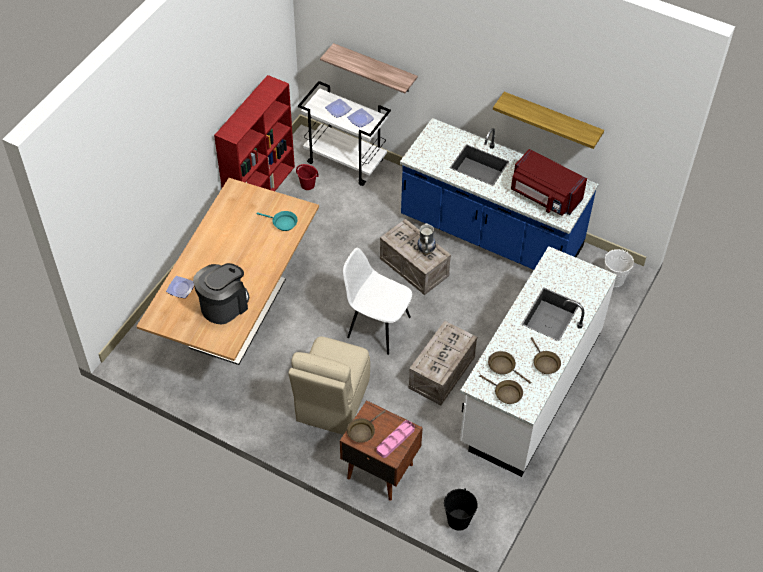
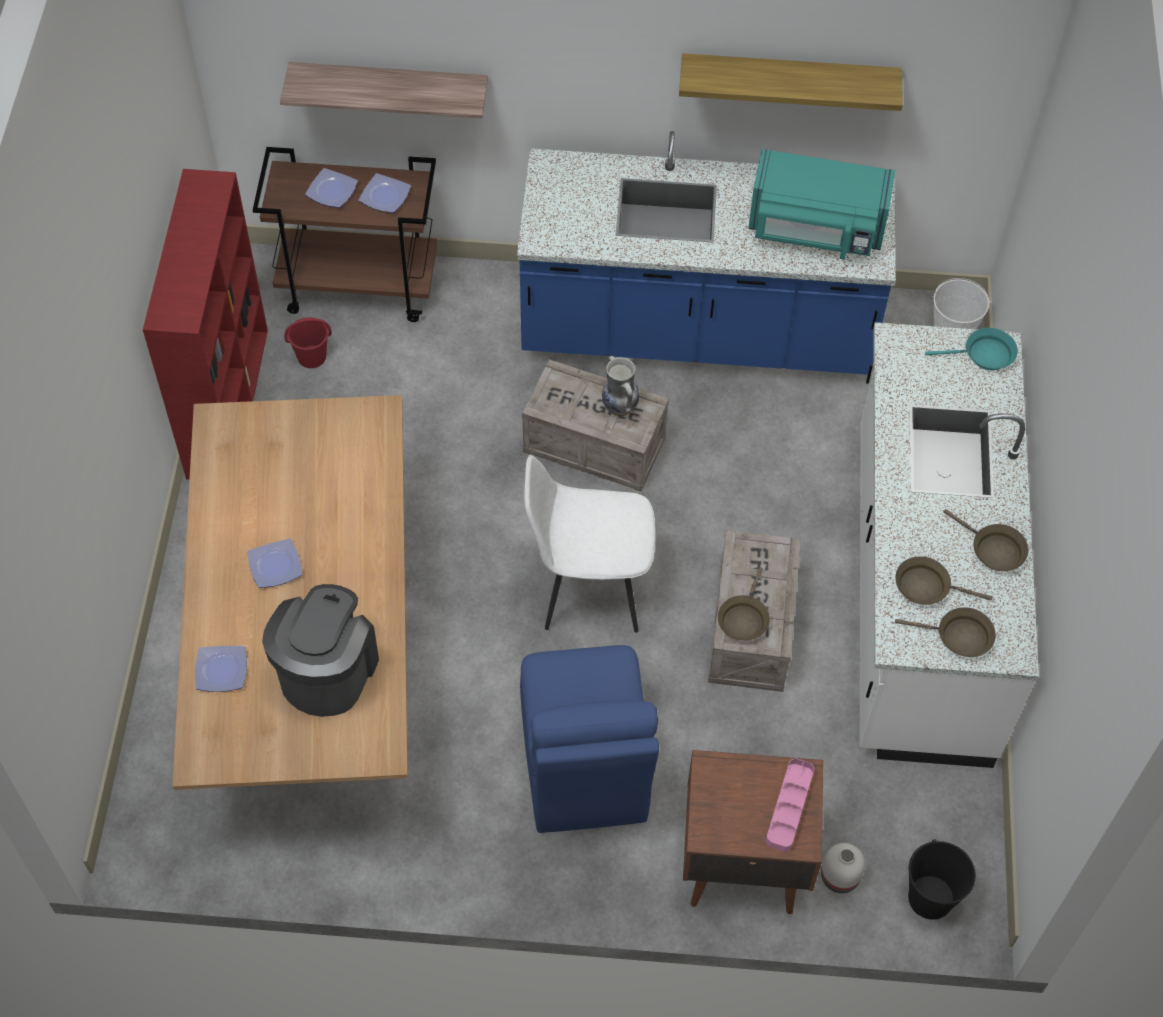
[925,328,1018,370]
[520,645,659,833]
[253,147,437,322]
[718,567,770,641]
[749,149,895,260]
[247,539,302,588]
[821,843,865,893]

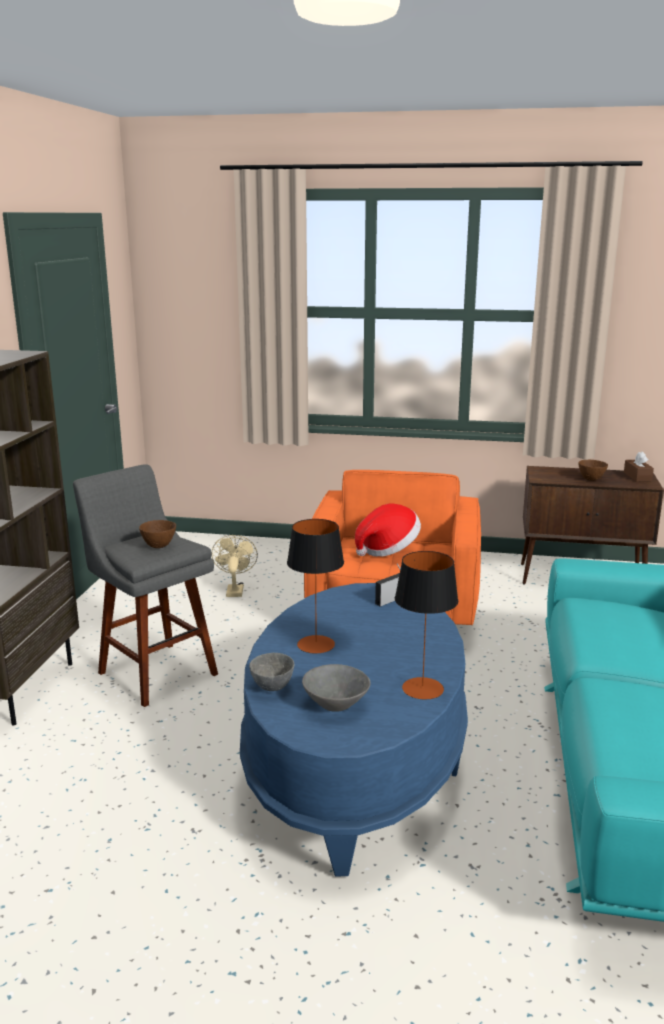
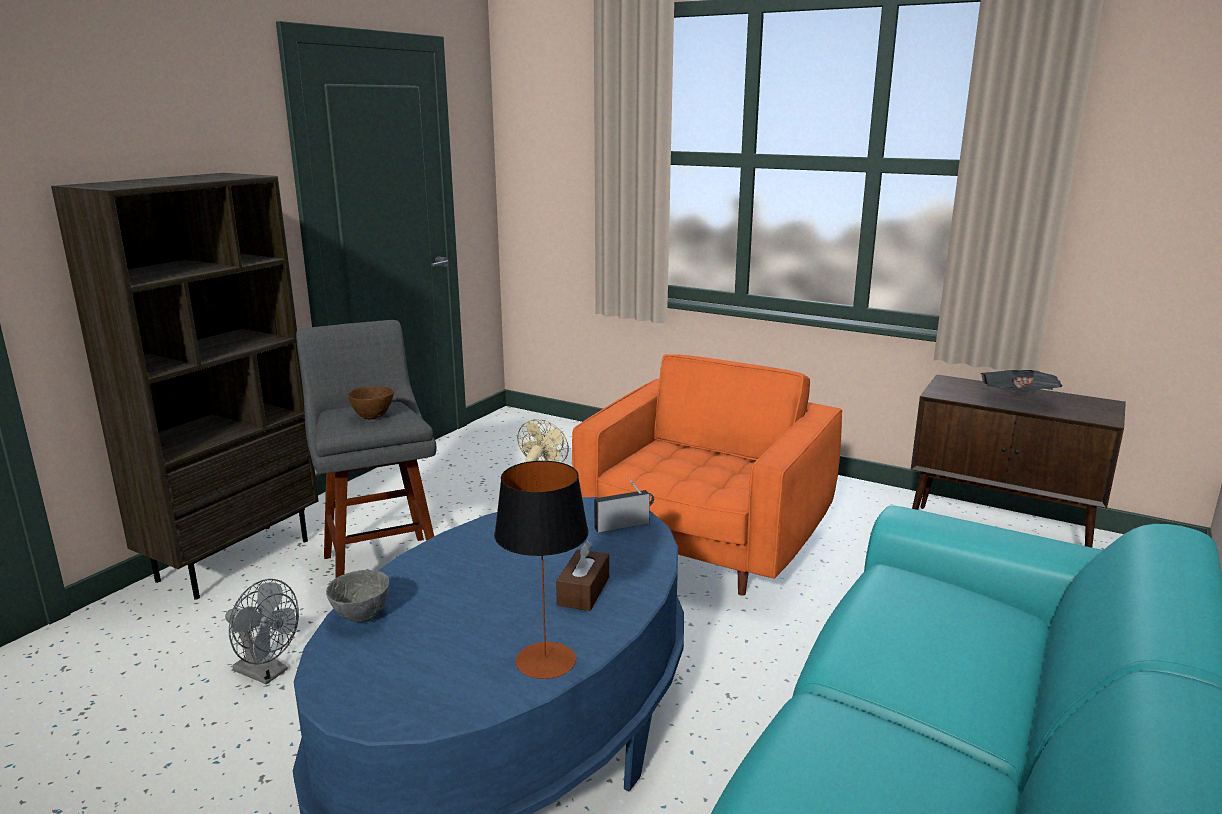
[287,519,344,653] (first image)
[302,664,370,712] (first image)
[355,503,421,557] (first image)
[980,370,1062,392]
[556,541,609,611]
[225,579,299,684]

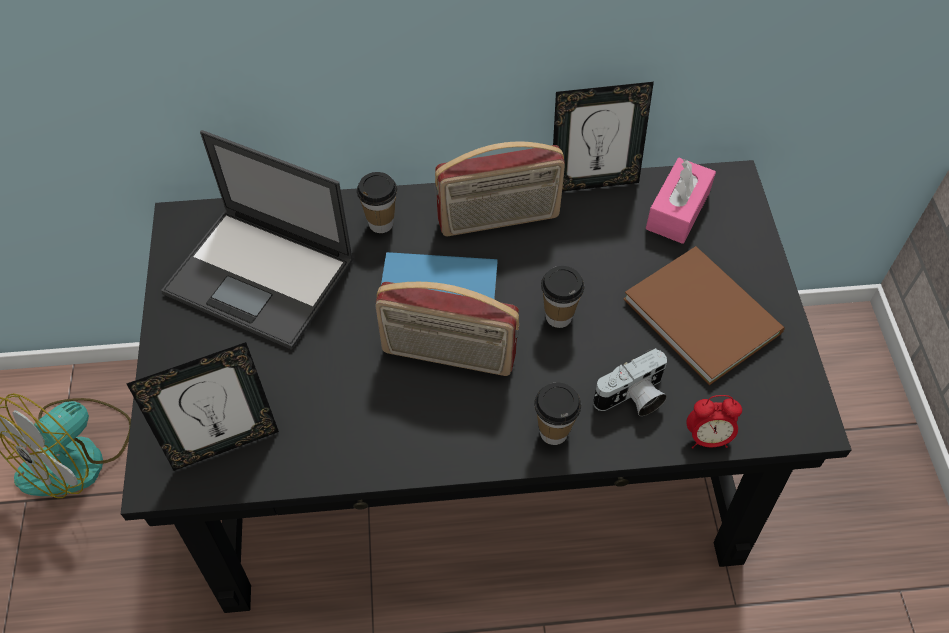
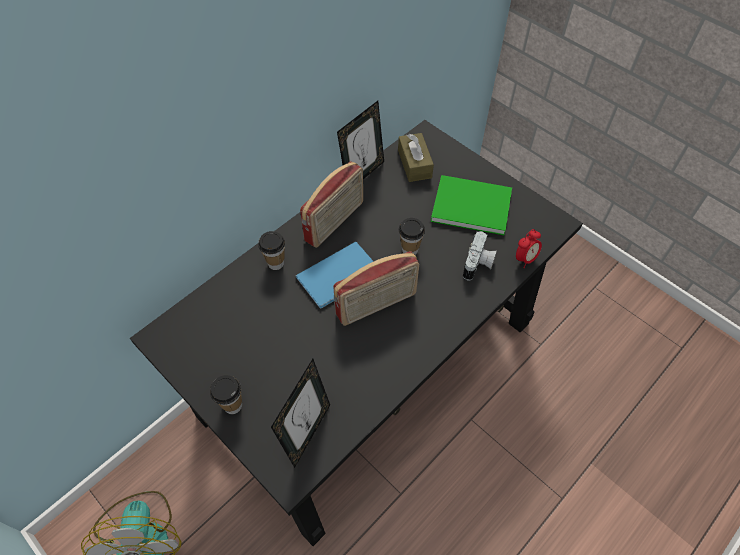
[161,130,354,350] (first image)
[210,375,242,414]
[431,175,512,235]
[398,133,434,182]

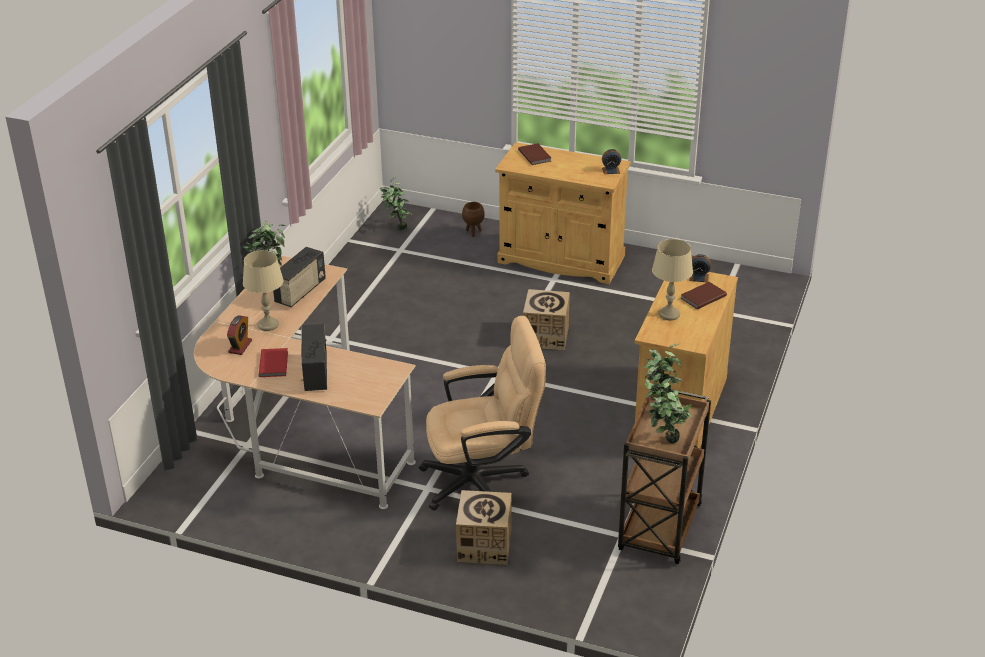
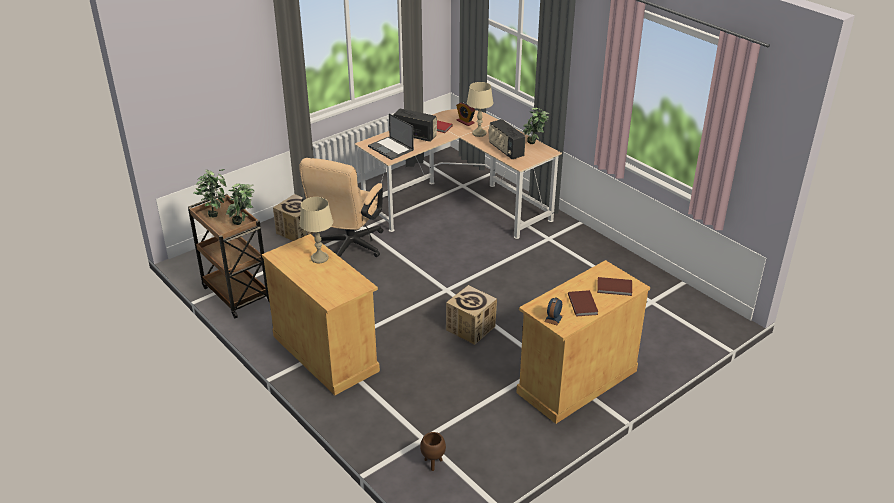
[380,176,412,230] (first image)
[420,432,446,471]
[568,290,598,317]
[689,254,711,282] (first image)
[368,114,414,160]

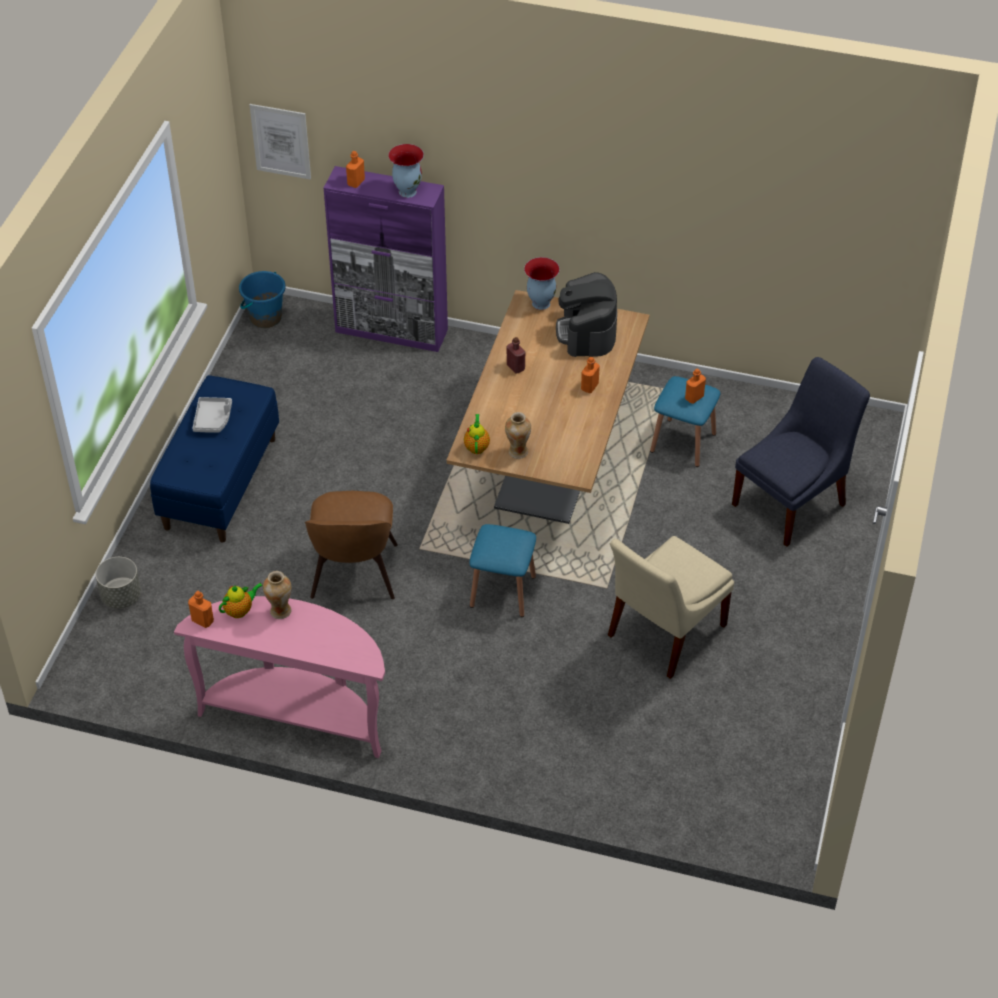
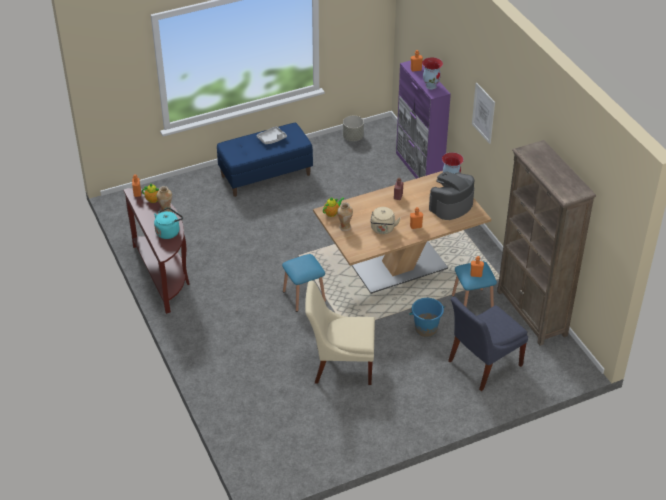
[343,116,364,141]
[123,188,190,314]
[409,298,445,337]
[472,83,495,144]
[305,491,398,599] (first image)
[448,297,528,391]
[154,207,183,239]
[370,207,401,234]
[497,140,596,346]

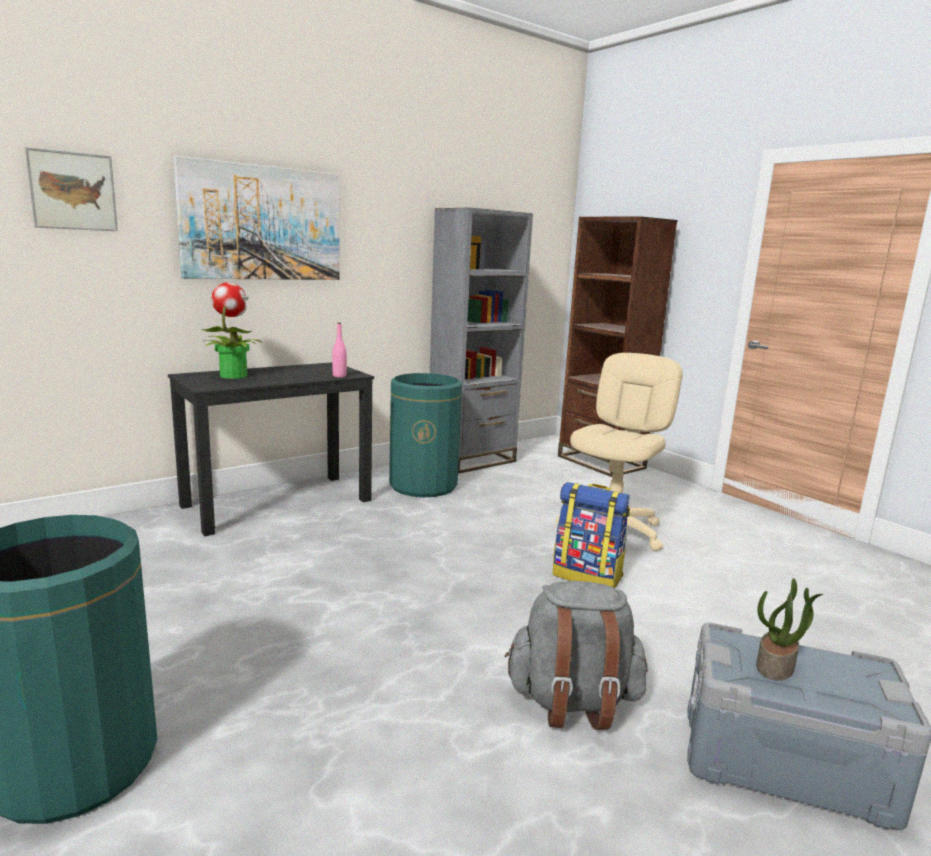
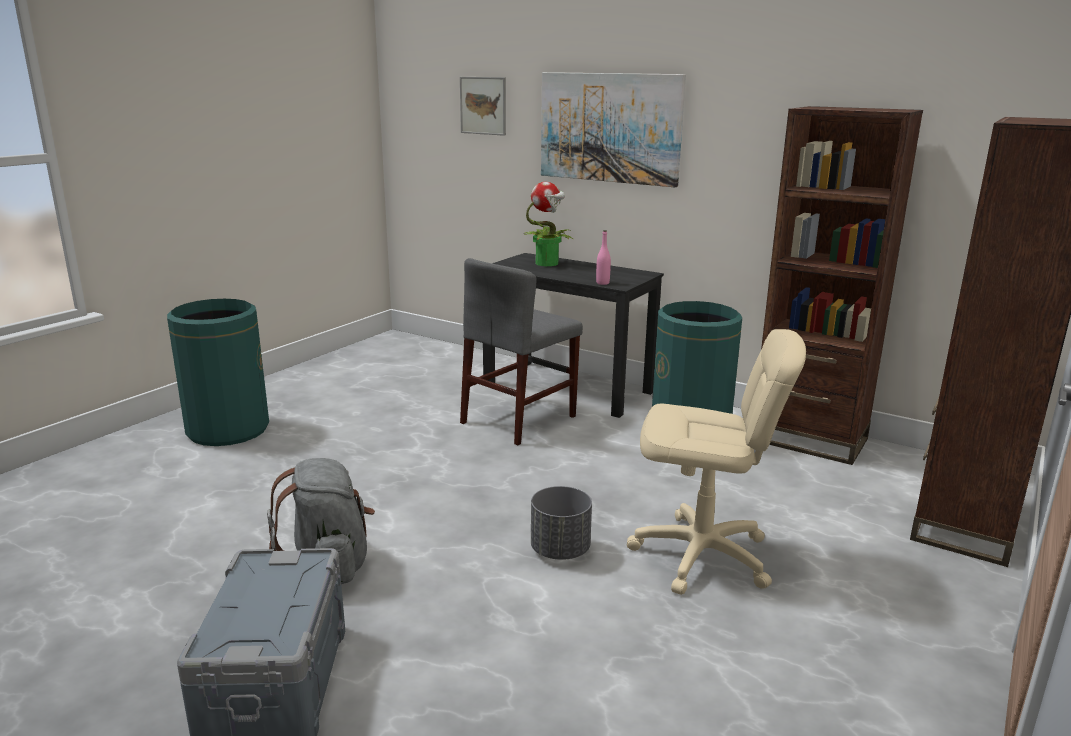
[761,106,923,465]
[531,486,592,560]
[756,578,823,680] (first image)
[460,258,583,445]

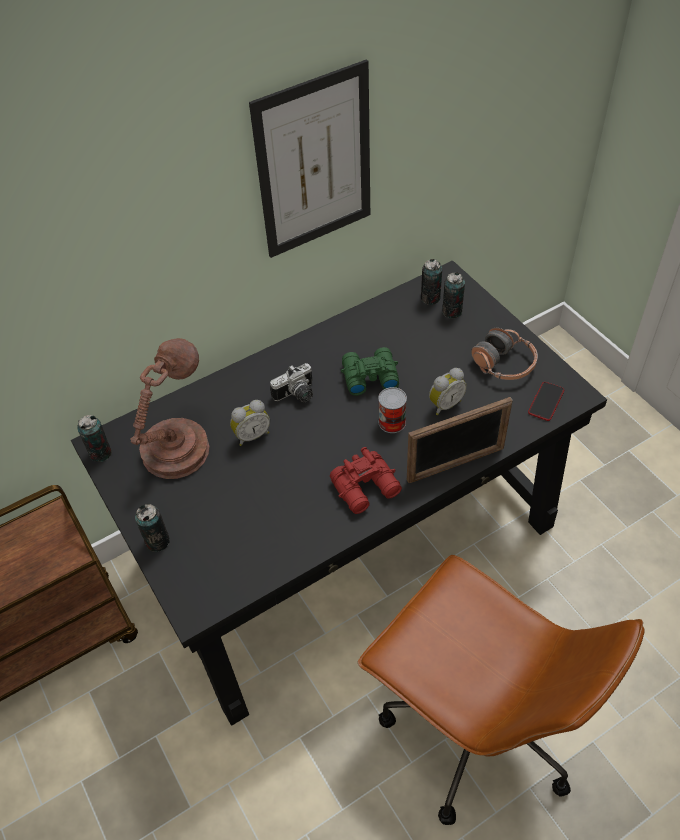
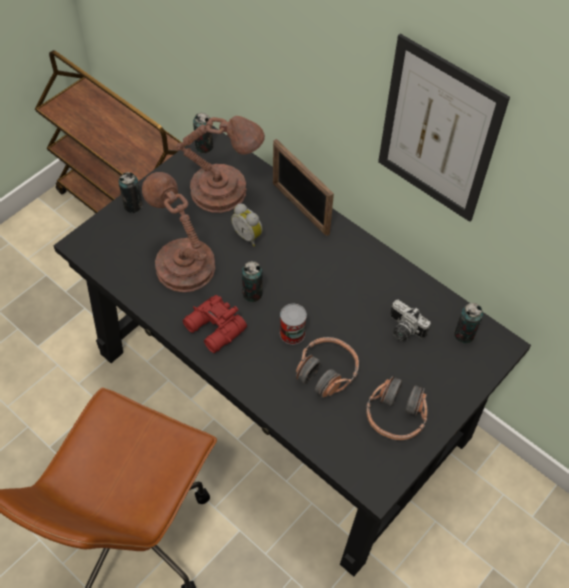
[390,300,431,341]
[341,347,399,396] (first image)
[273,139,334,236]
[296,337,359,398]
[242,261,262,302]
[528,382,564,421] (first image)
[142,172,215,292]

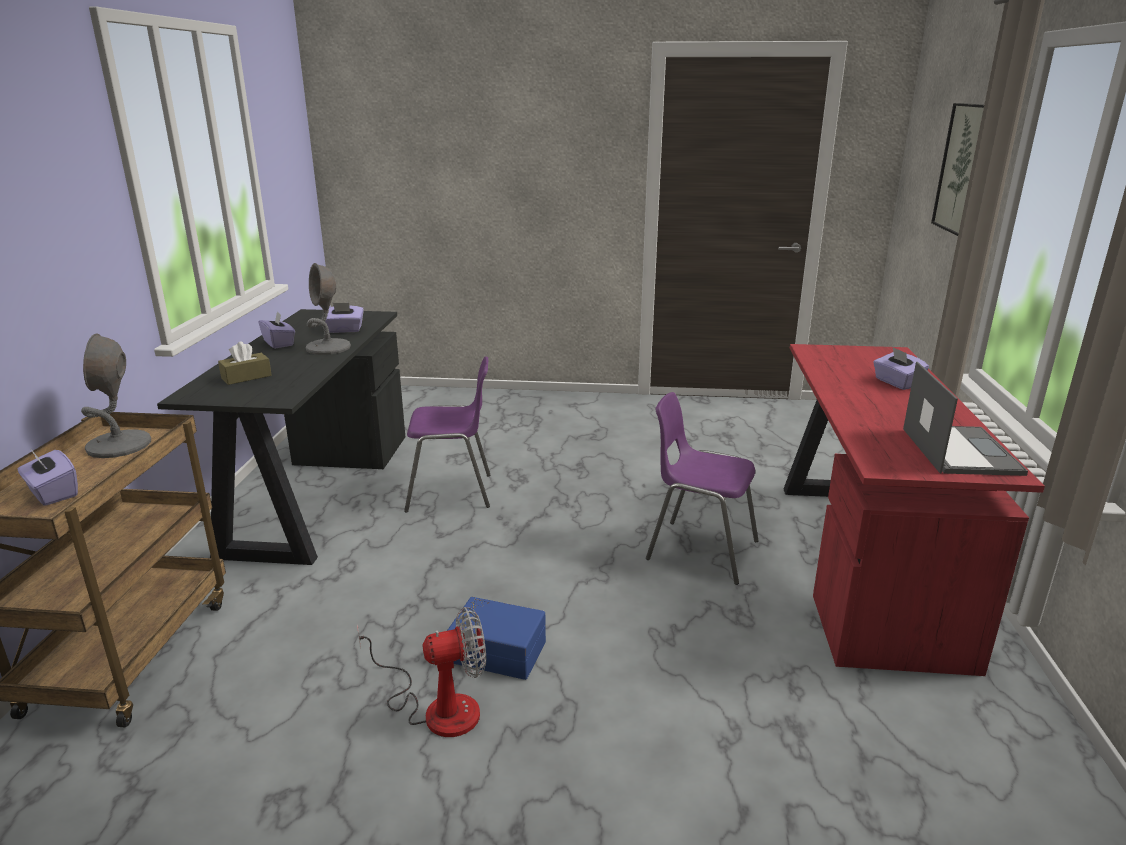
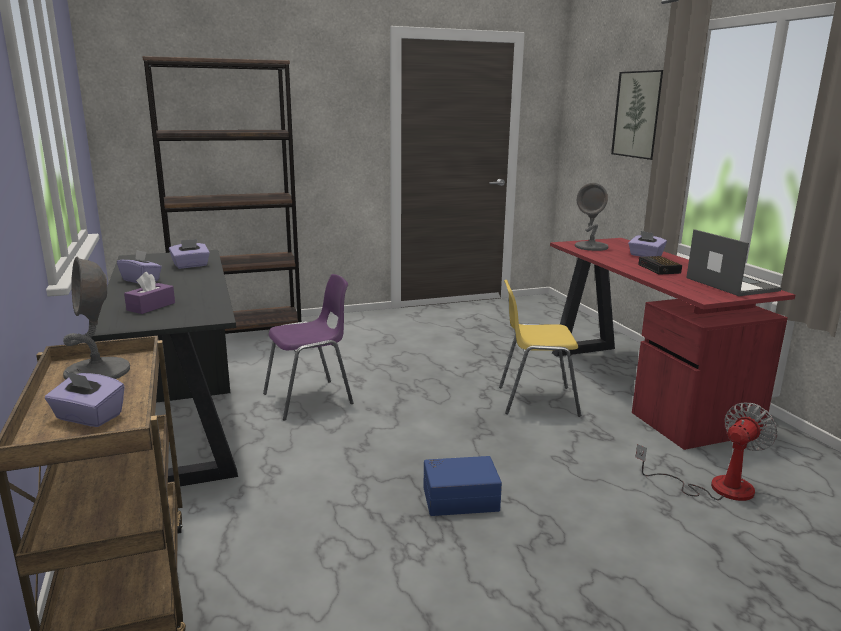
[124,272,175,314]
[575,183,608,251]
[635,403,778,501]
[499,280,581,417]
[142,56,301,334]
[638,256,682,275]

